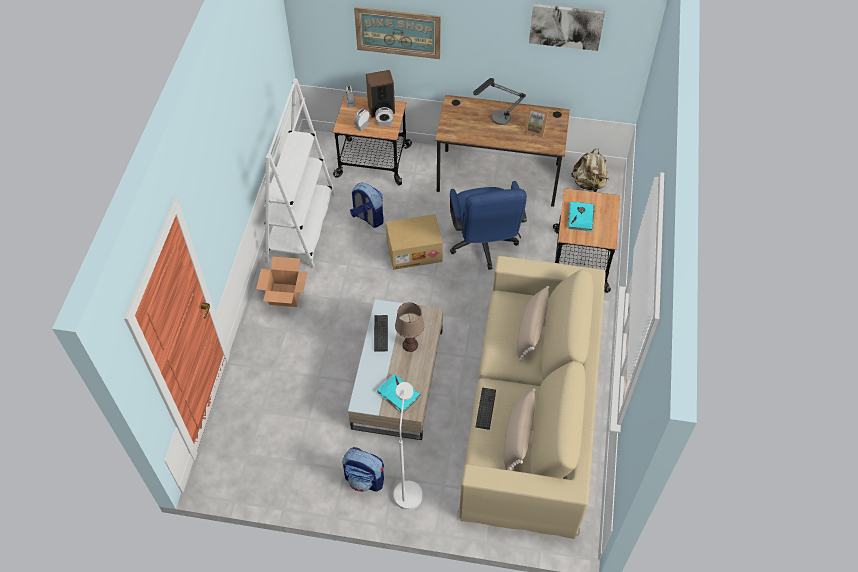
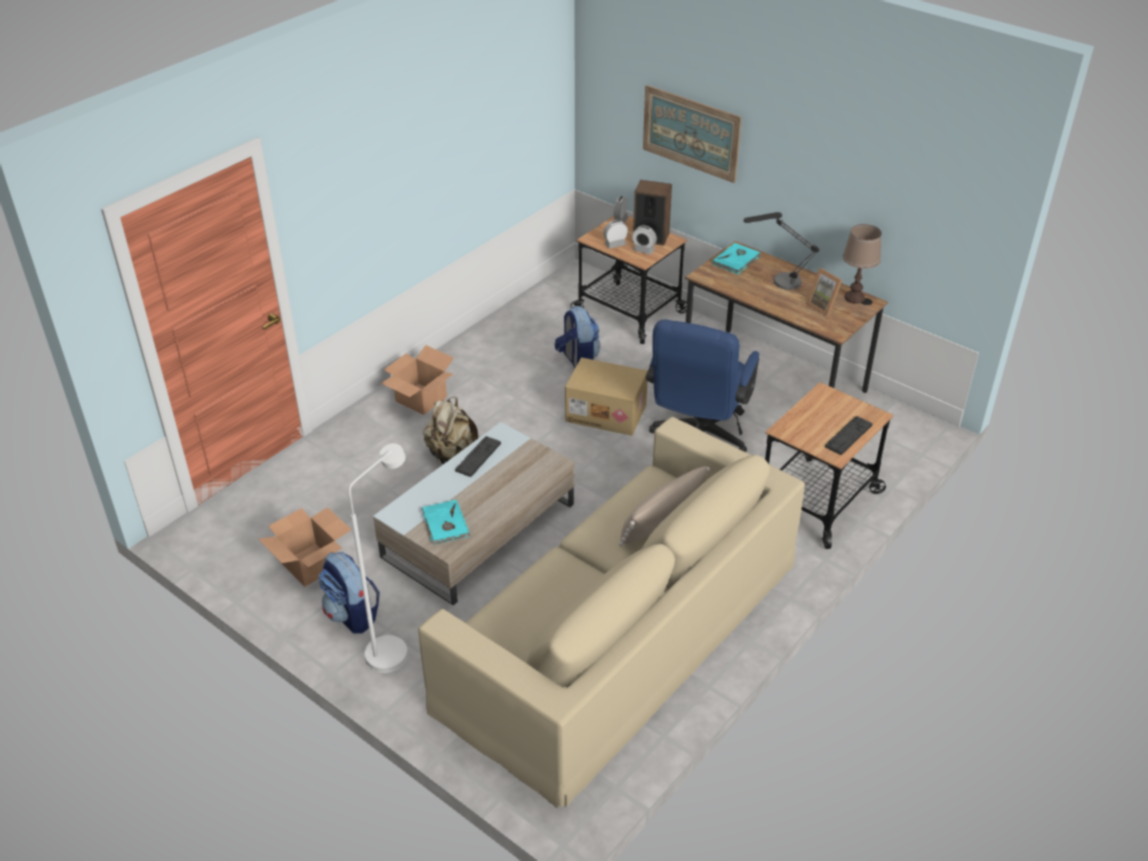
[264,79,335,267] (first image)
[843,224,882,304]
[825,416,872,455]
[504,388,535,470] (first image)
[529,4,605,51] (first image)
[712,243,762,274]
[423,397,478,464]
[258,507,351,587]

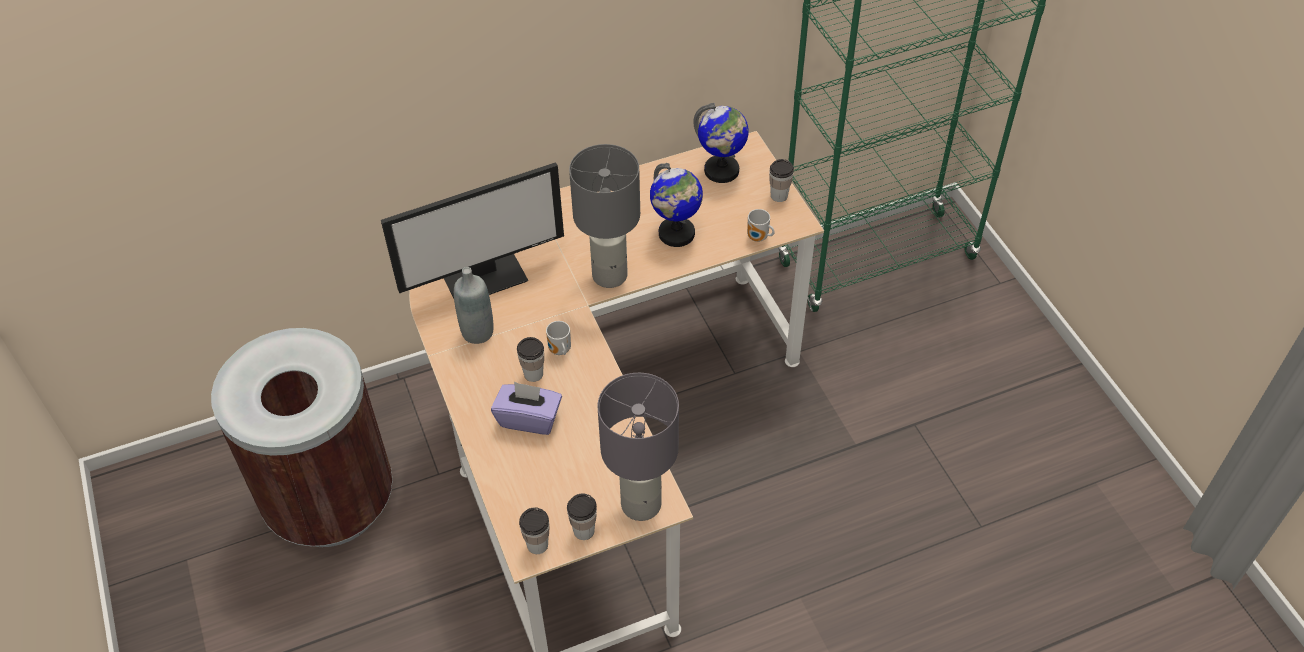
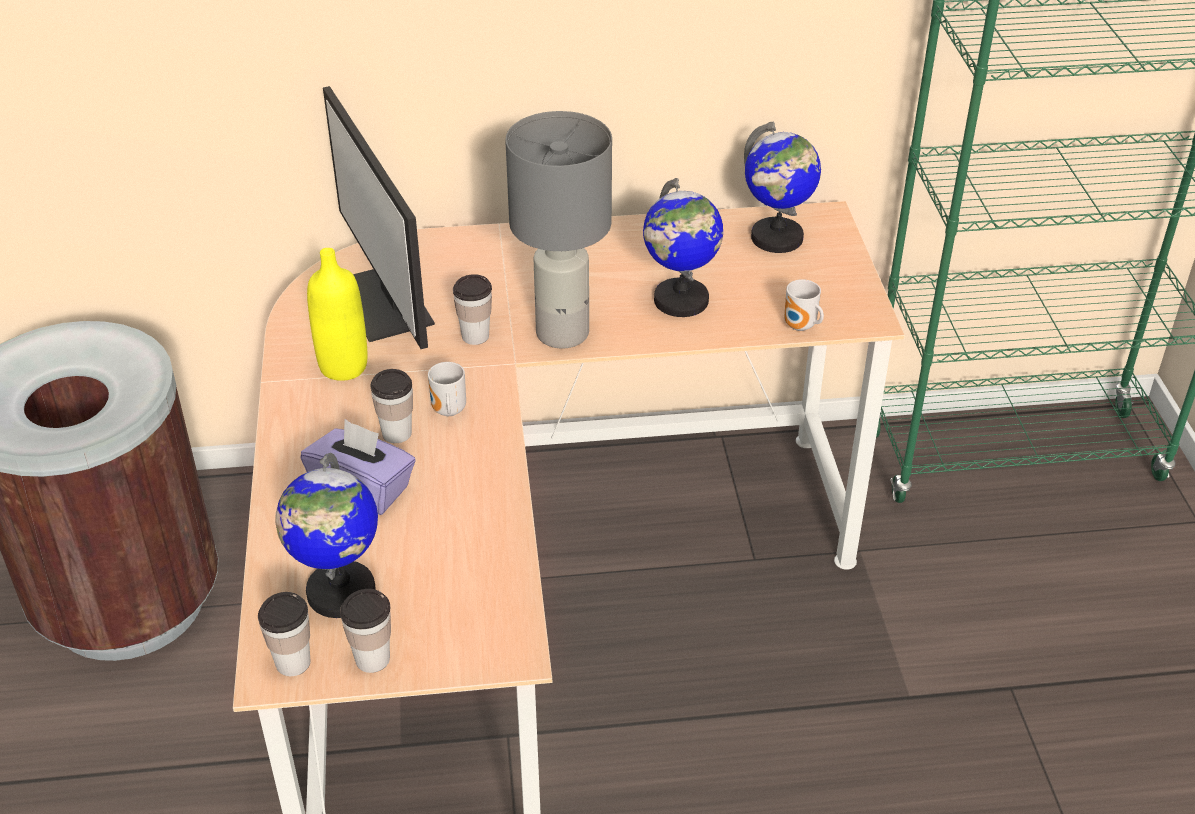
[323,86,435,349]
[307,248,367,381]
[597,373,679,521] (first image)
[453,274,492,345]
[275,453,378,618]

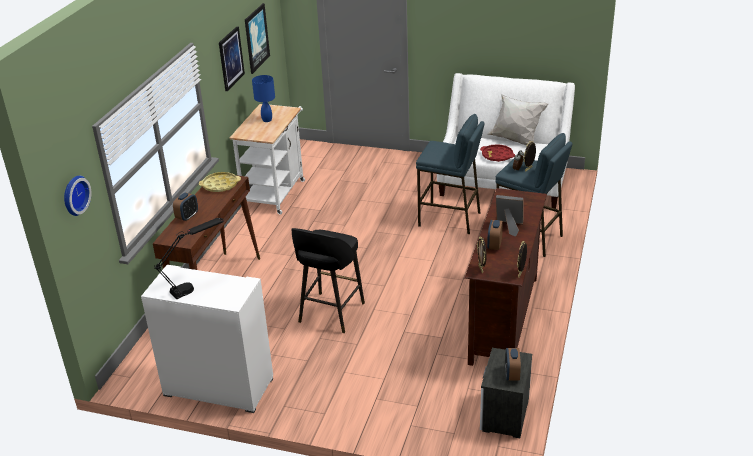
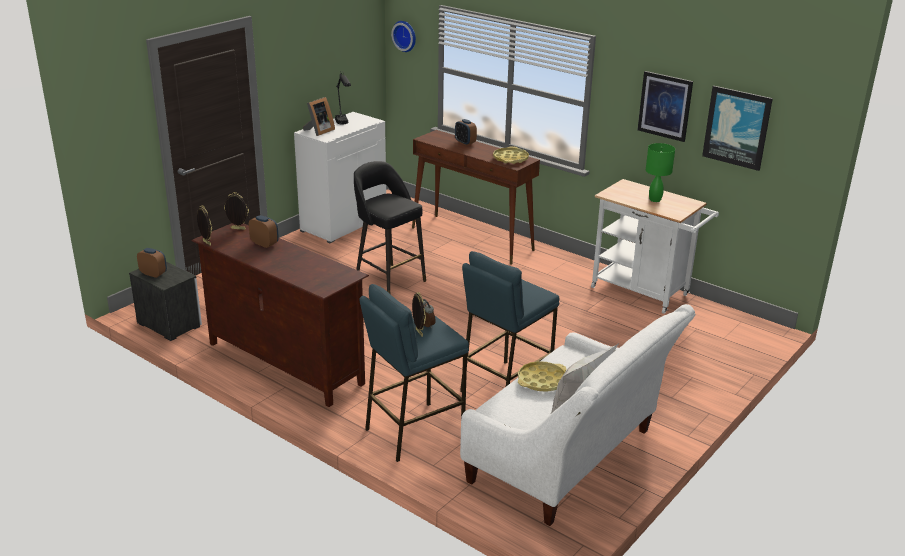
[646,143,675,202]
[518,361,567,392]
[303,97,335,136]

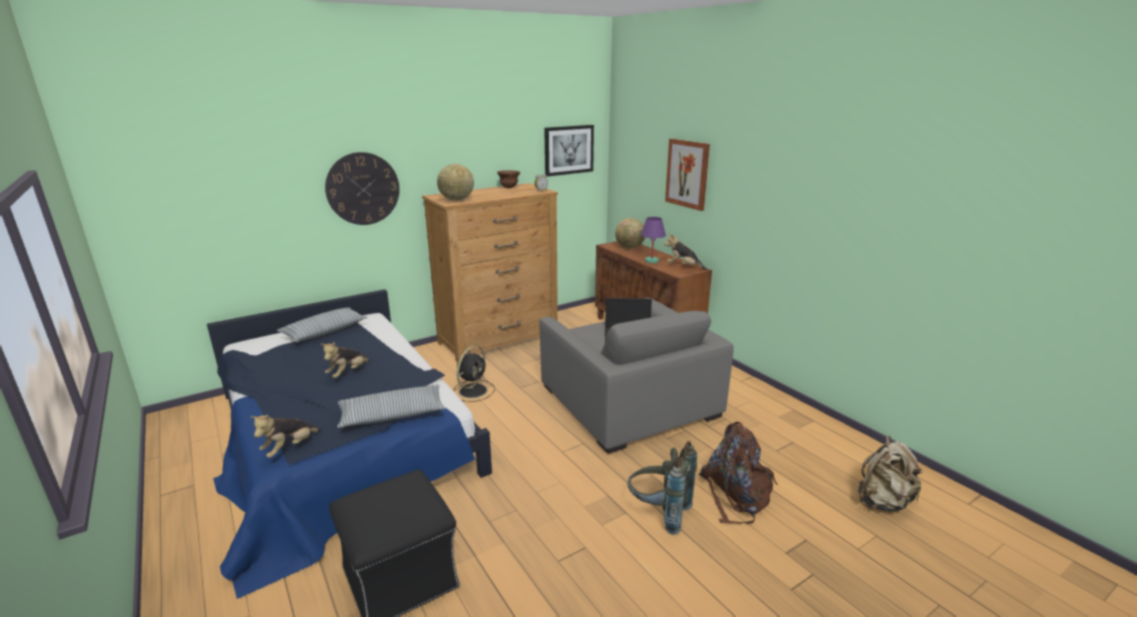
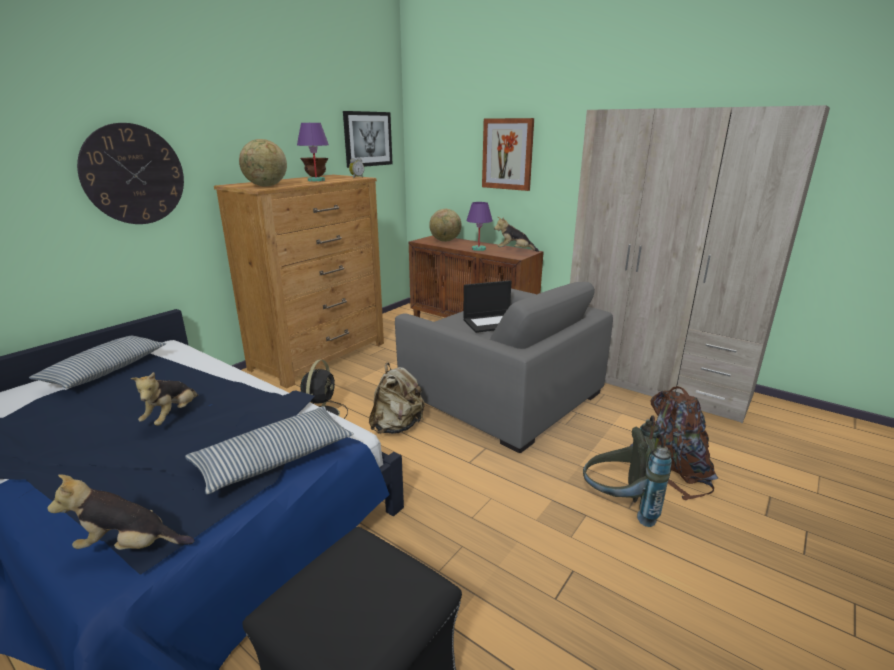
[47,474,194,550]
[369,362,425,434]
[297,123,329,182]
[570,105,830,423]

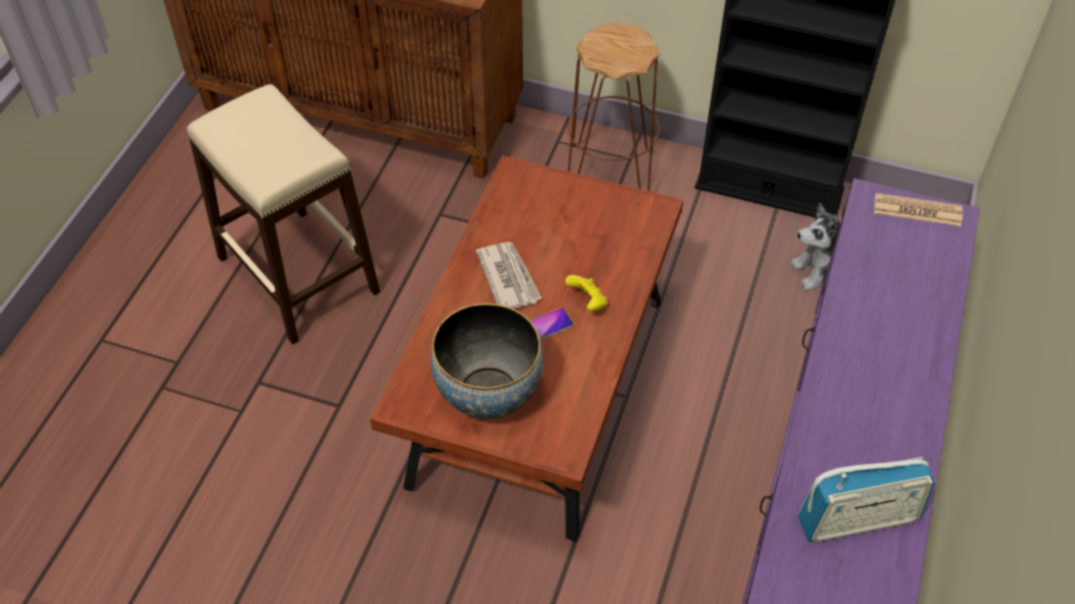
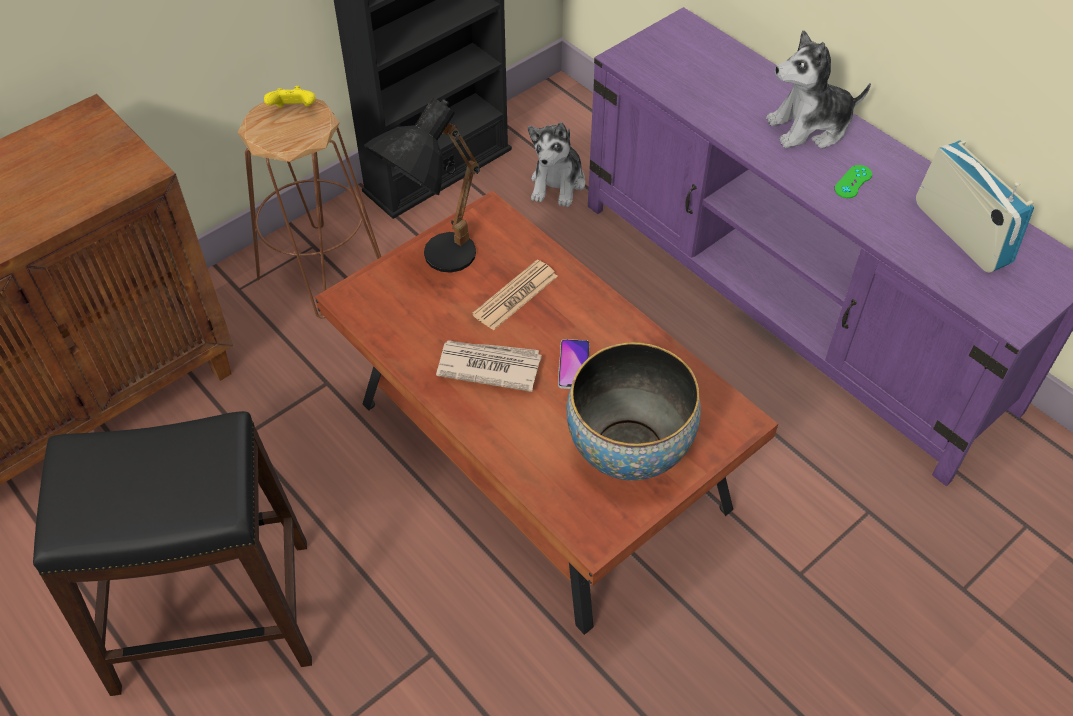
[33,411,312,696]
[264,86,315,107]
[916,140,1034,273]
[472,260,558,331]
[364,98,480,273]
[766,30,871,149]
[834,165,872,198]

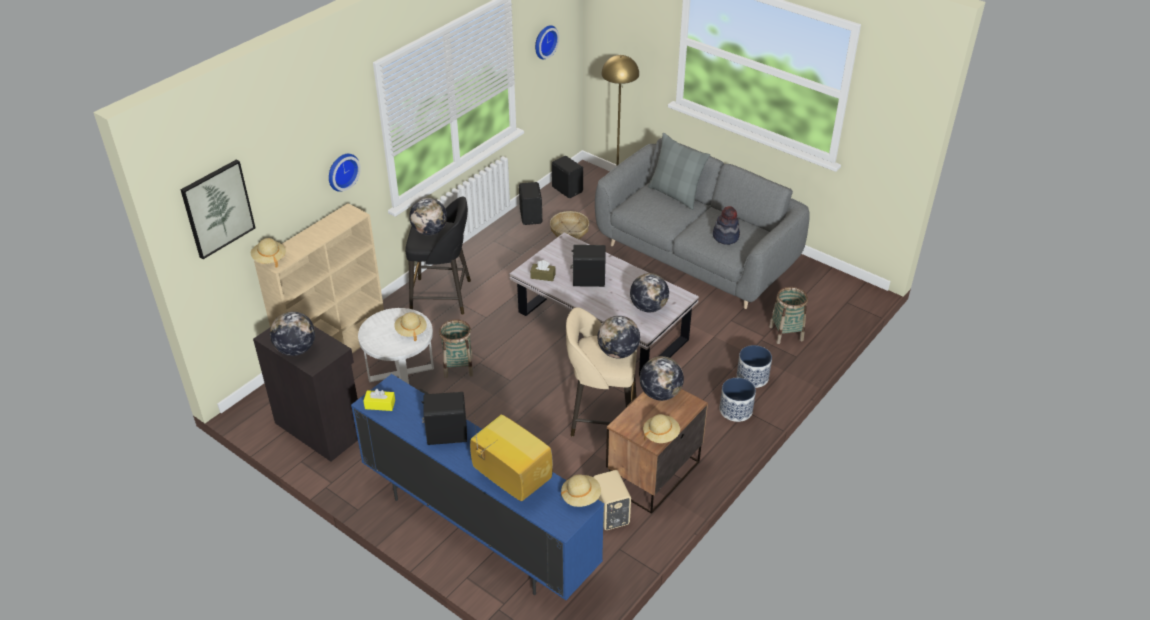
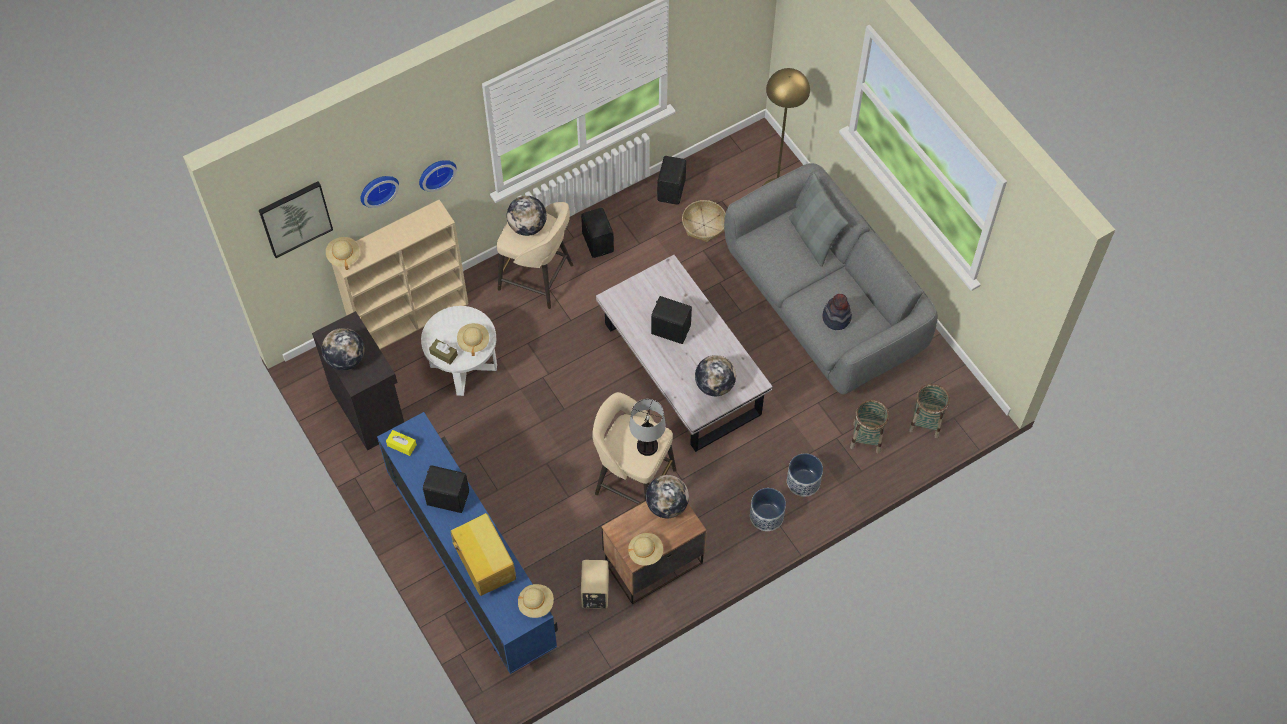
[497,202,573,309]
[909,384,950,438]
[429,339,458,365]
[361,176,399,208]
[581,208,614,258]
[629,399,666,456]

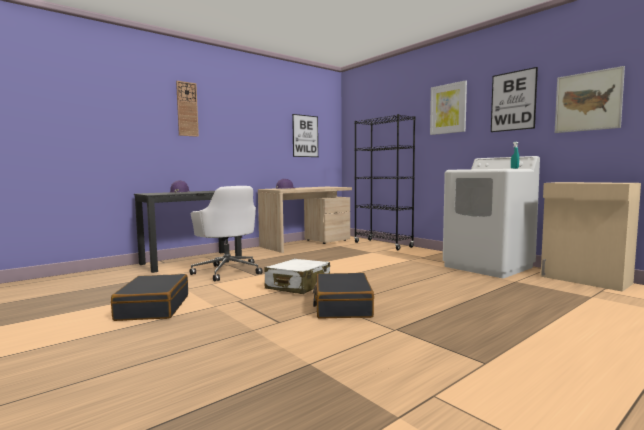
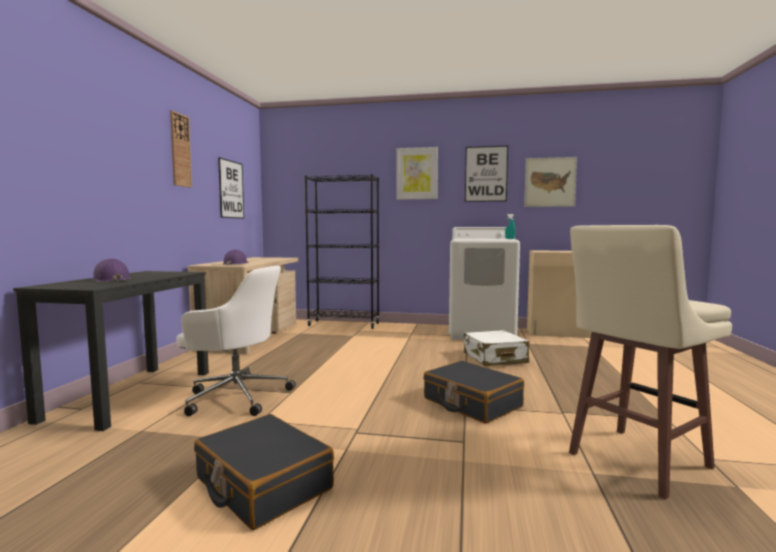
[170,110,192,188]
[464,330,529,366]
[569,225,732,500]

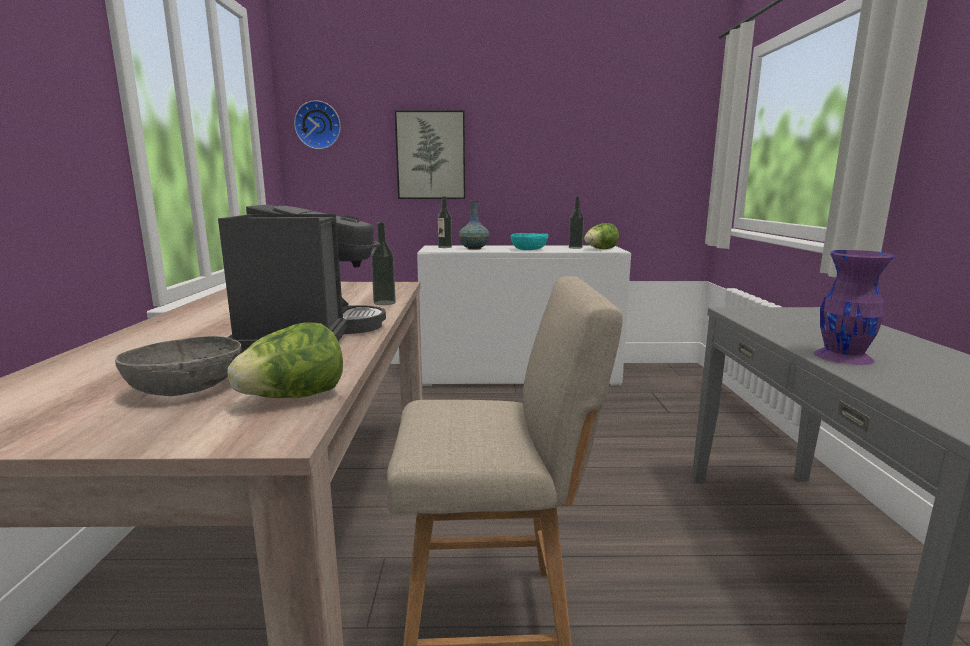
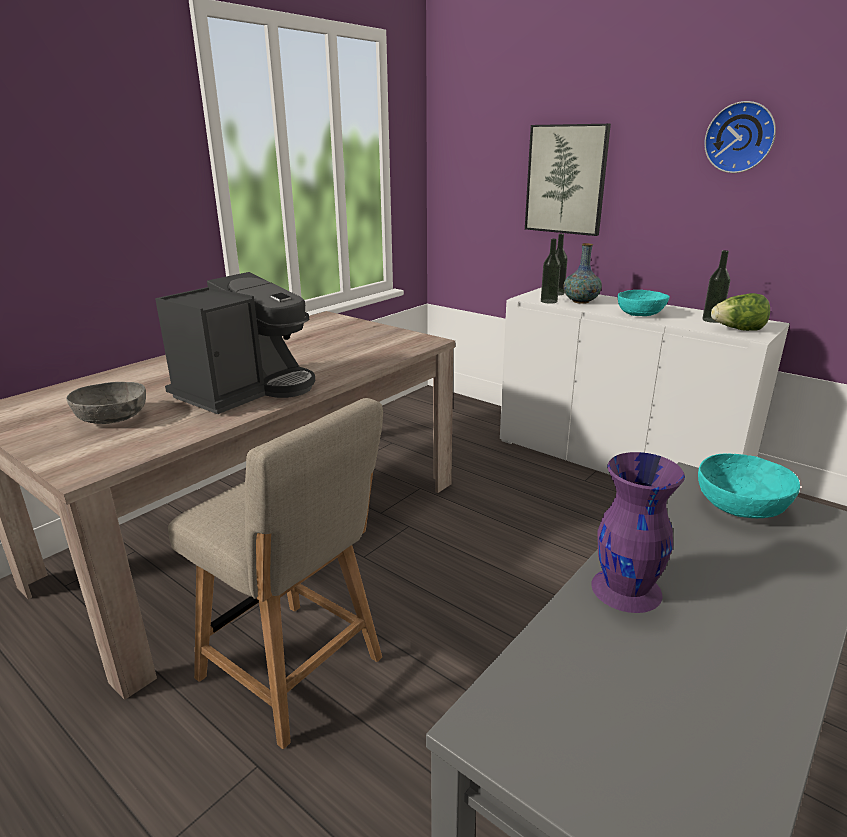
[227,322,343,398] (first image)
[704,101,776,173]
[541,239,560,304]
[698,453,800,518]

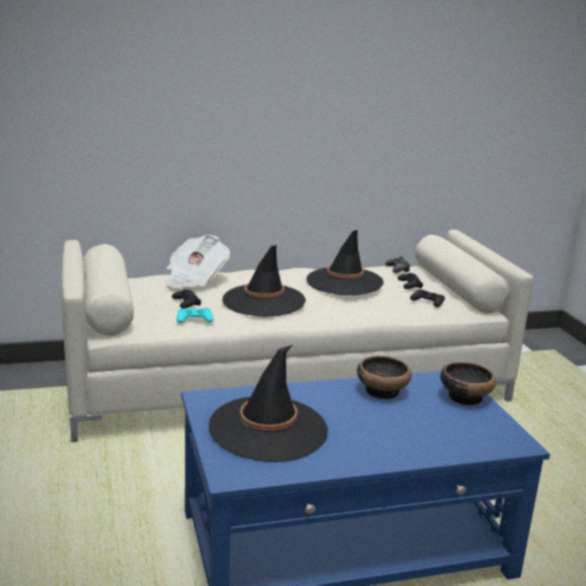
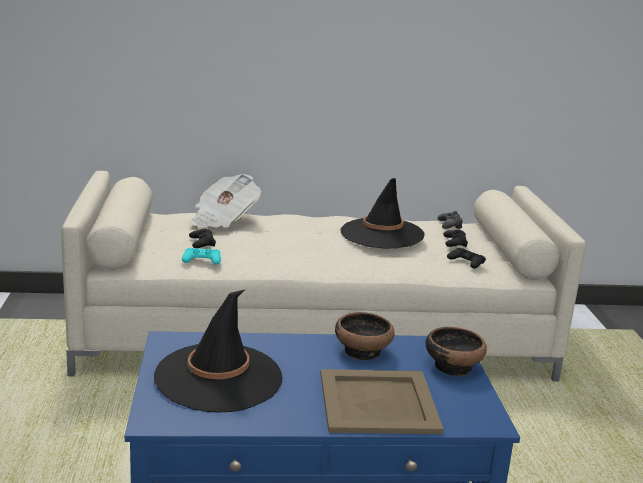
[222,245,306,317] (first image)
[320,369,444,434]

